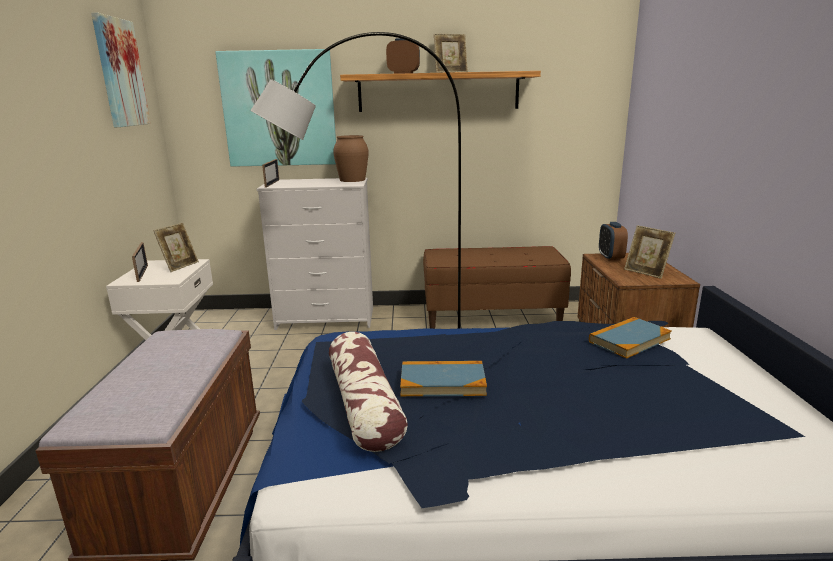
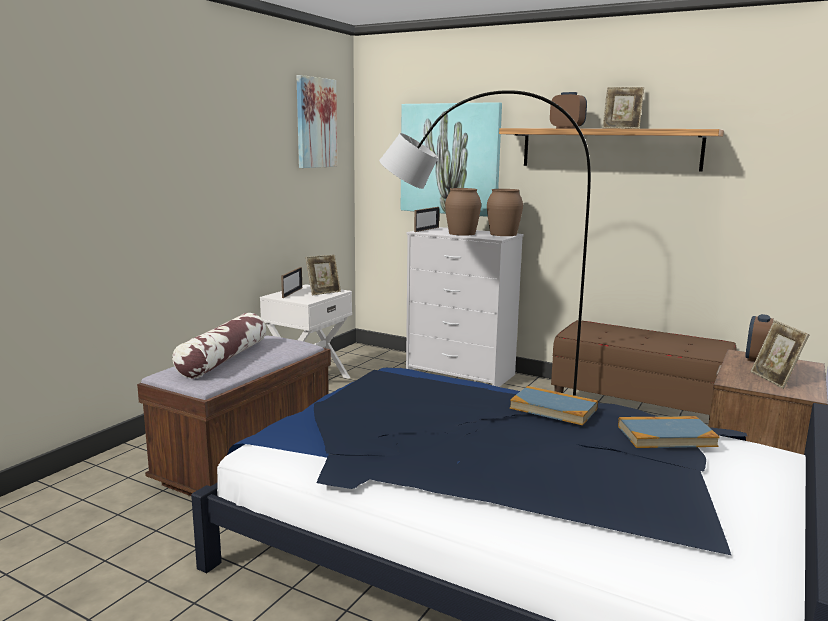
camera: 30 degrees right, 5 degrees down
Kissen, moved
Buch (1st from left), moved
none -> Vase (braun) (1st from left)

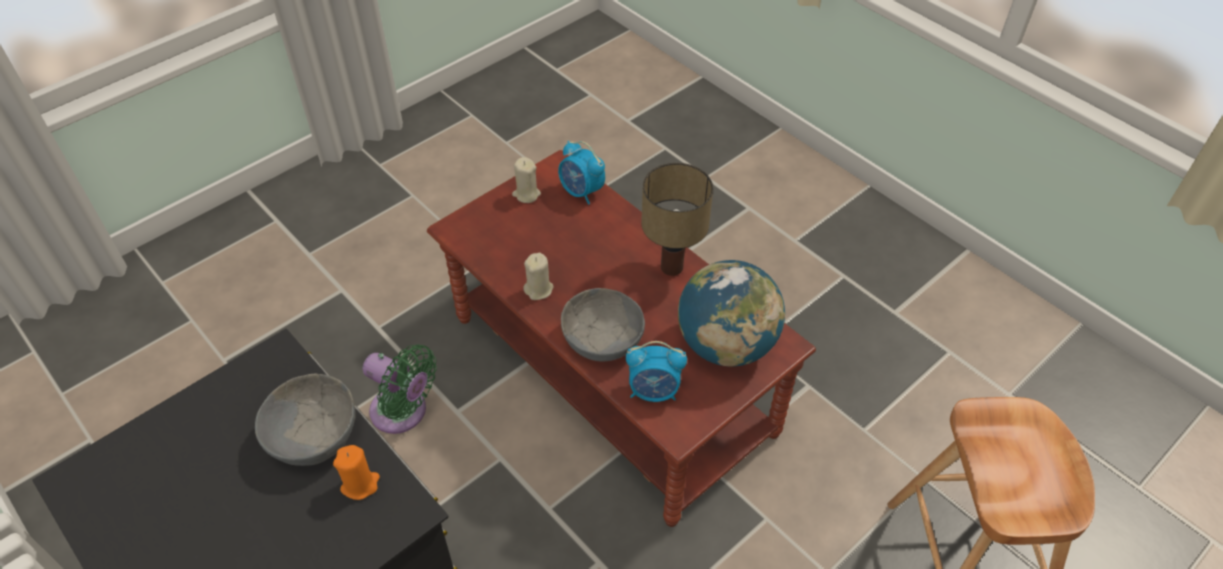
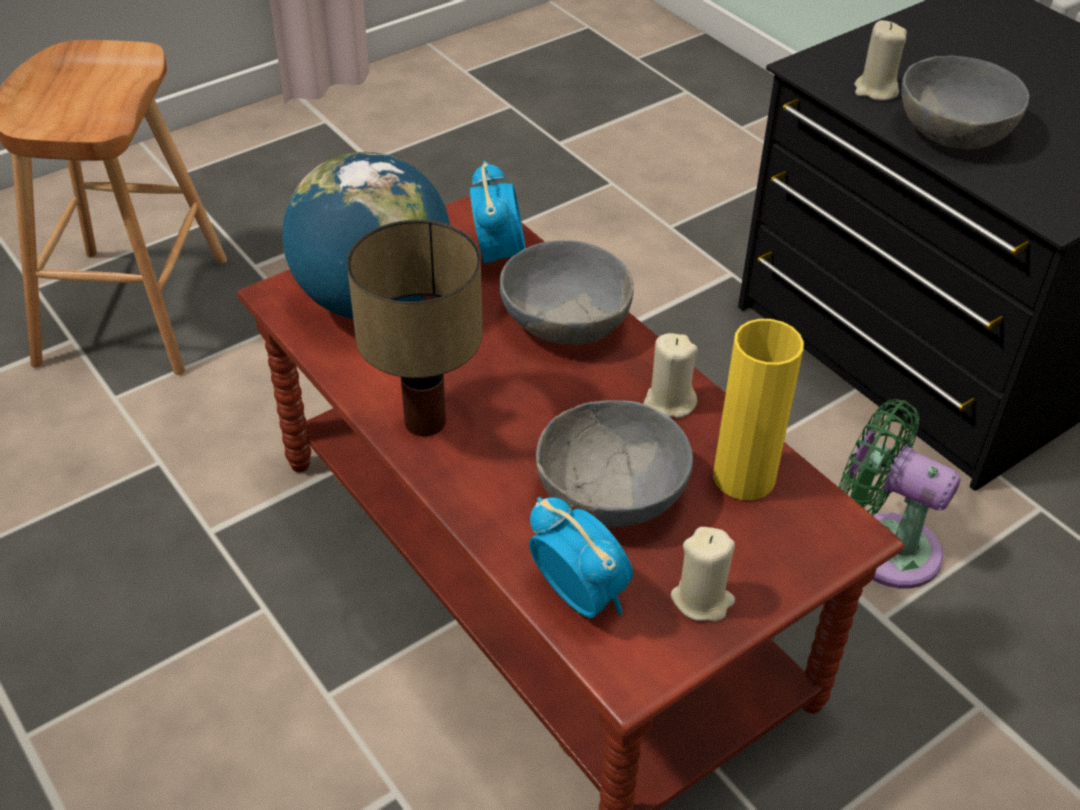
camera: 175 degrees left, 5 degrees down
Wecker (2nd from left in the first image) -> Wecker (1st from left), 75 degrees clockwise
Kerze (orange) -> Kerze (beige) (3rd from left)
none -> Vase (gelb)
none -> Schüssel (grau) (2nd from left)

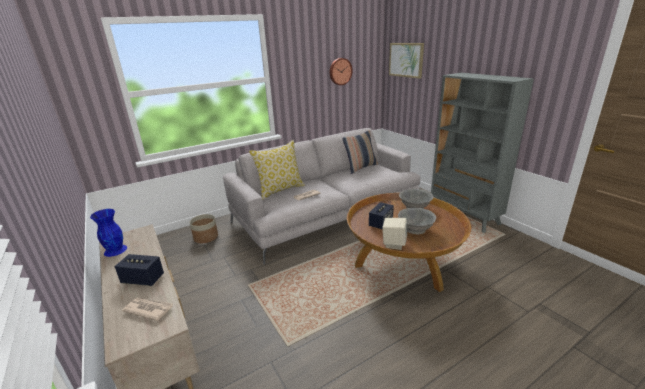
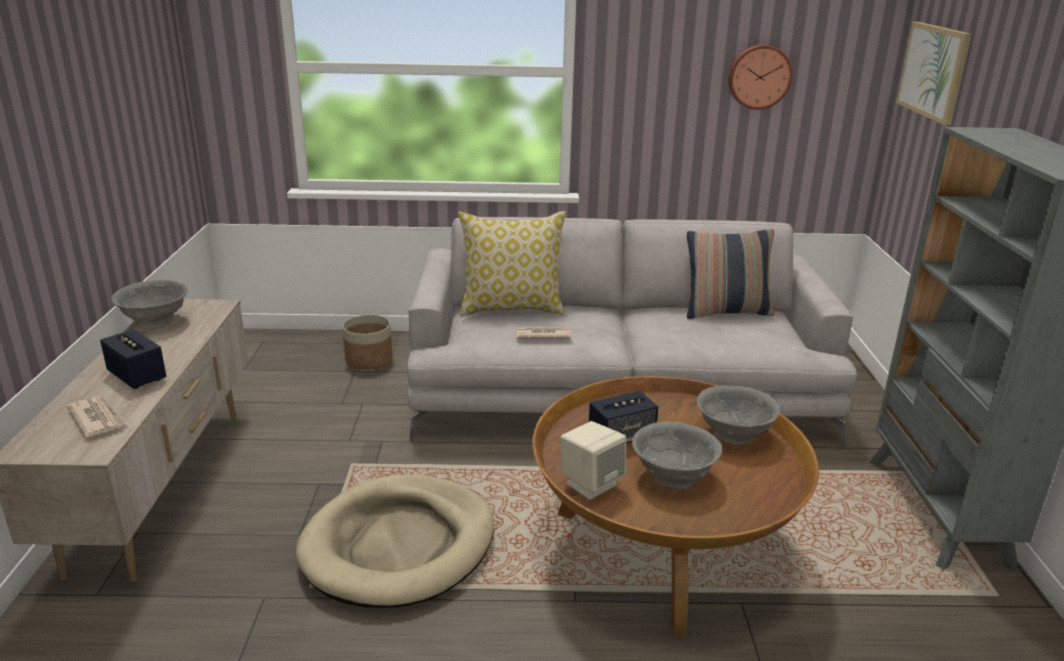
camera: 30 degrees right, 0 degrees up
Vase (blau) -> Schüssel (grau) (1st from left)
none -> Hundebett (beige)

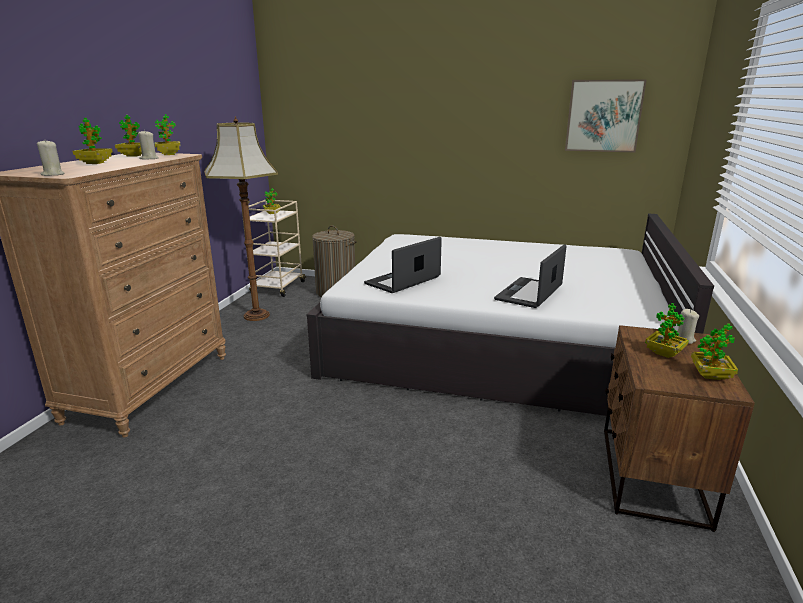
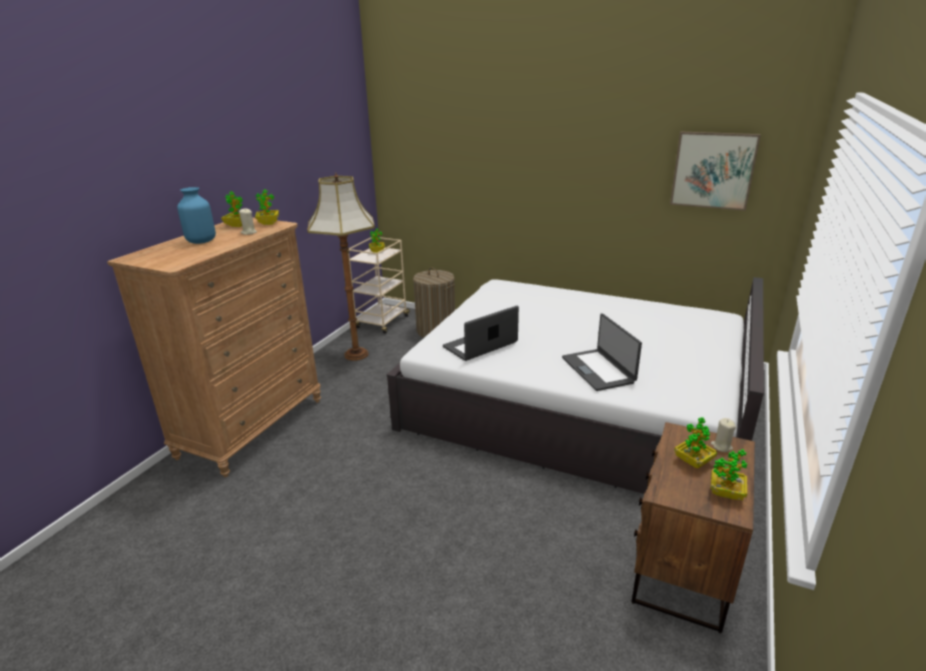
camera: 10 degrees right, 5 degrees up
Topfpflanze (1st from left) -> Vase (blau)
Kerze (beige) (1st from left) -> none
Laptop (2nd from left), 60 degrees counterclockwise

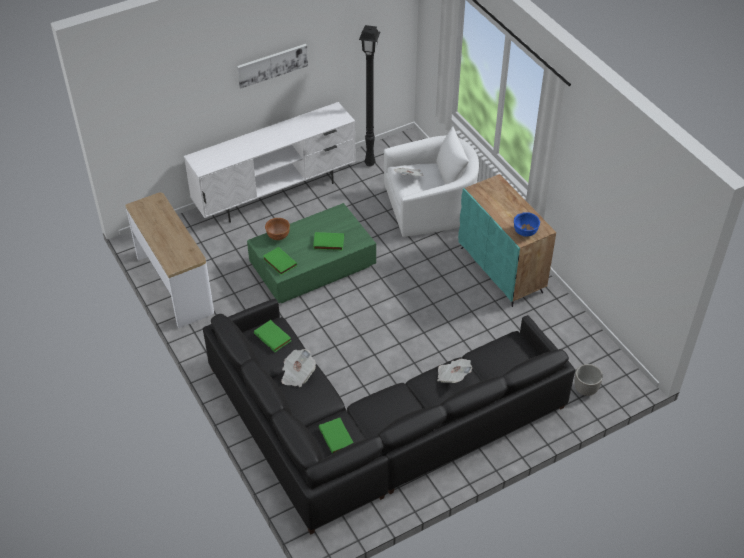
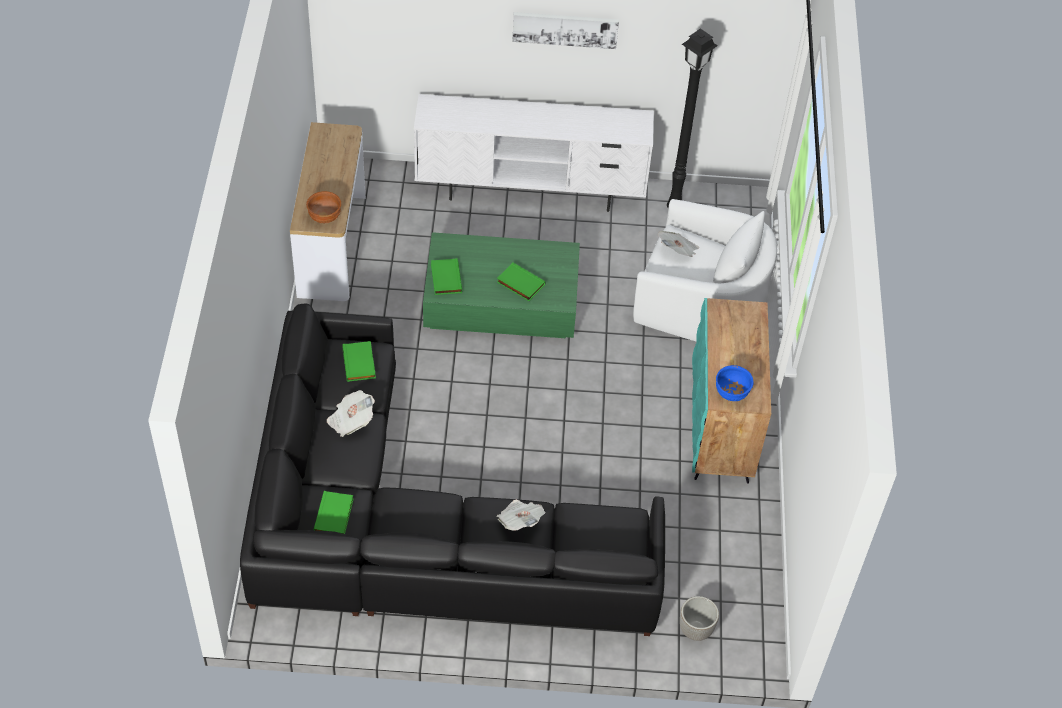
camera: 30 degrees right, 5 degrees up
Schüssel (braun), moved

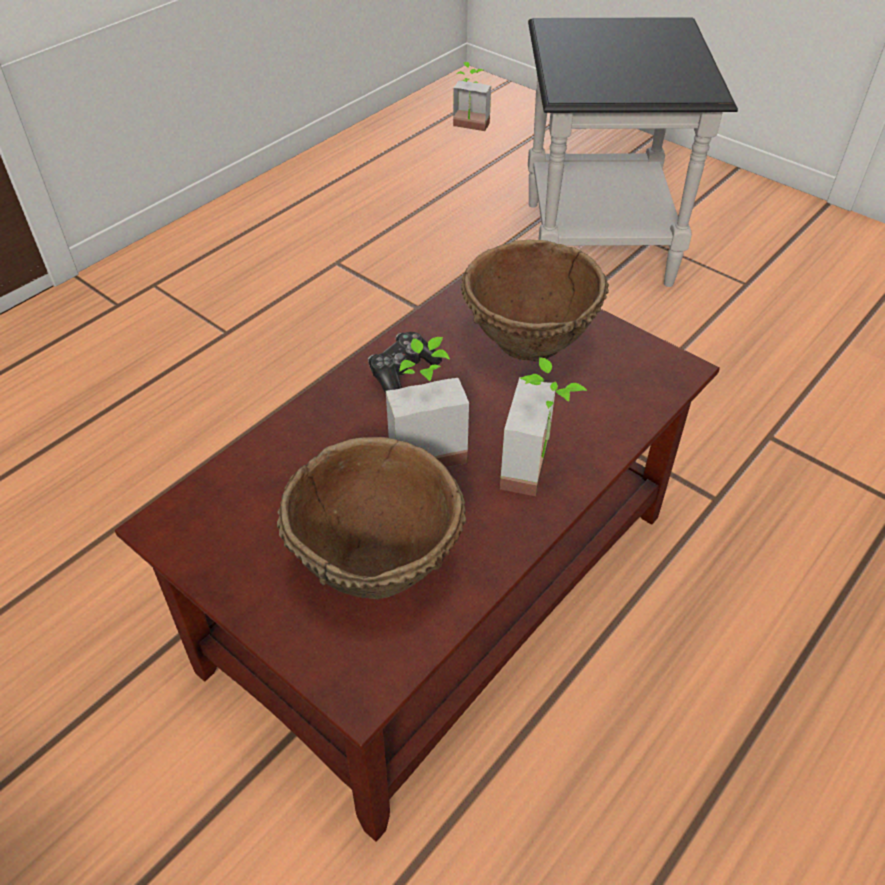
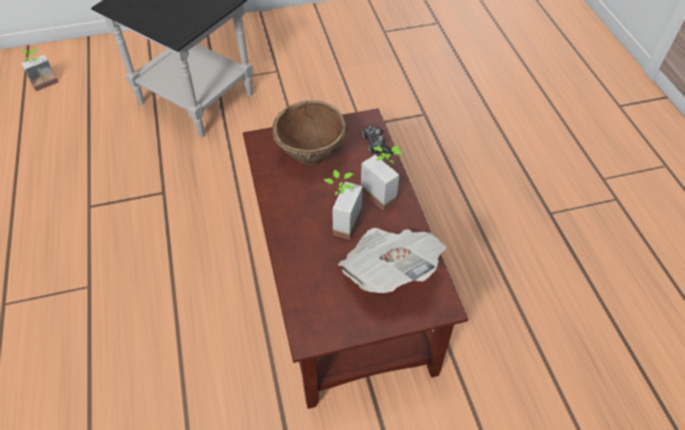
camera: 55 degrees left, 5 degrees up
Gamepad, moved
Schüssel (braun) (1st from left) -> Zeitung

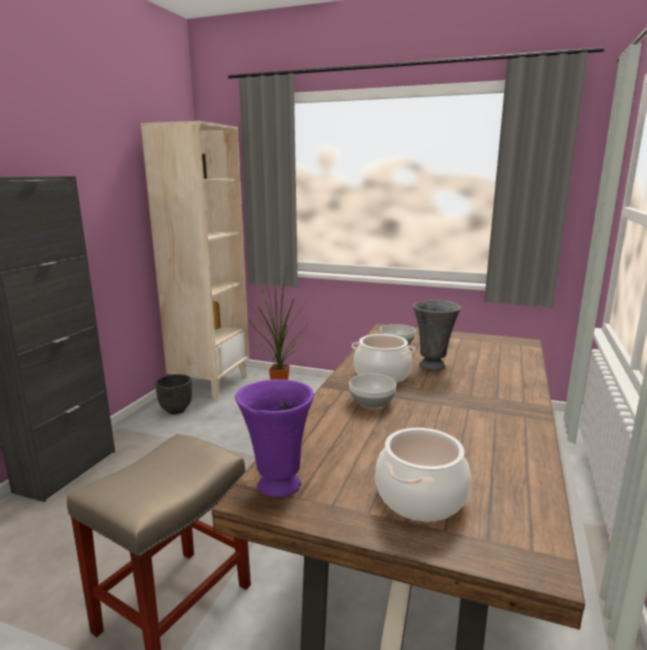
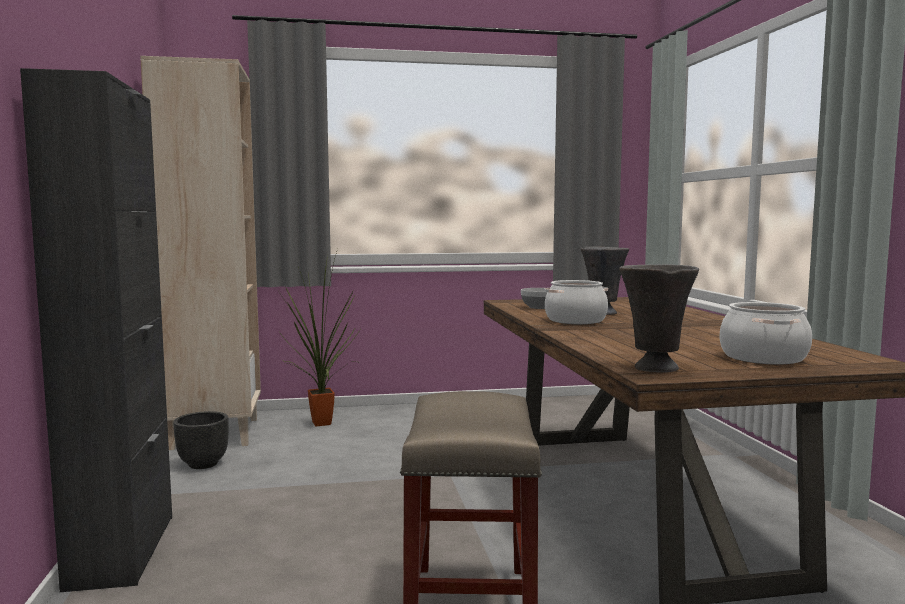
camera: 30 degrees left, 10 degrees down
Schüssel (1st from left) -> none
Vase (lila) -> Vase (grau) (2nd from left)

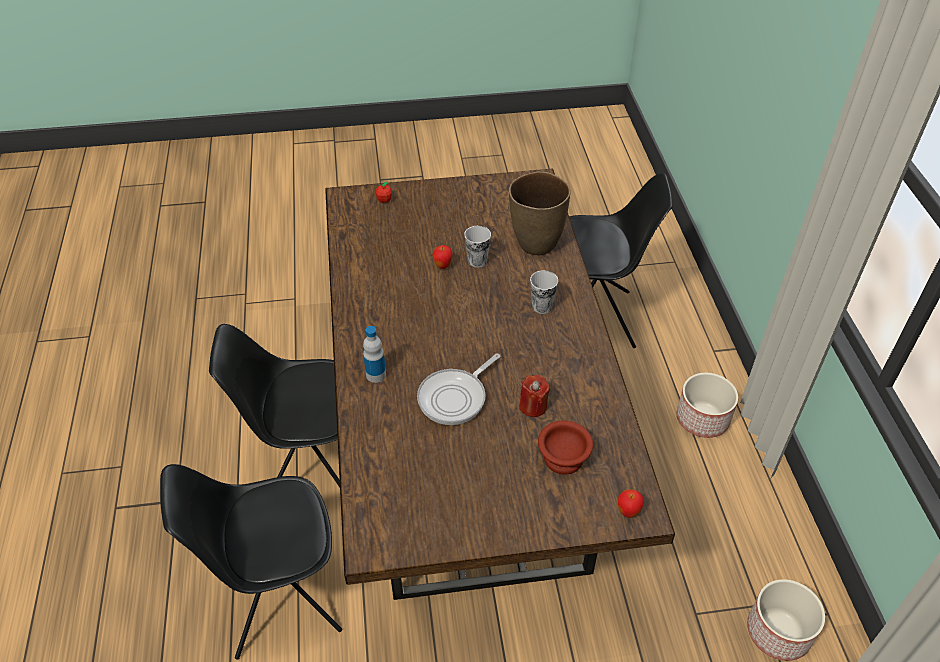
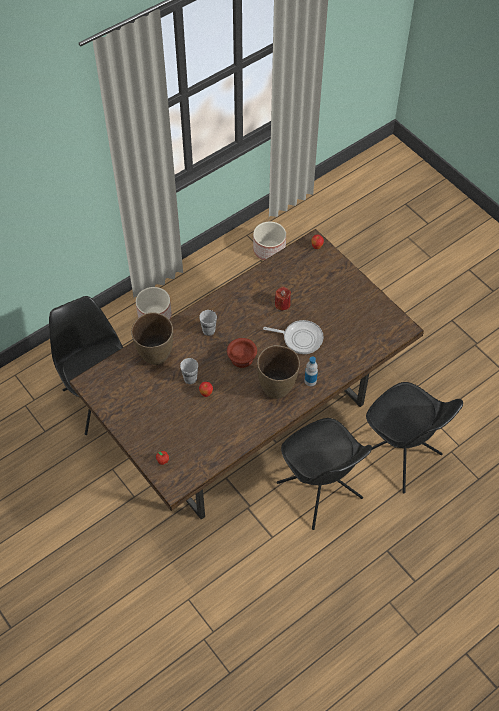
camera: 120 degrees left, 10 degrees up
Schüssel (braun), moved
none -> Vase (braun) (2nd from left)

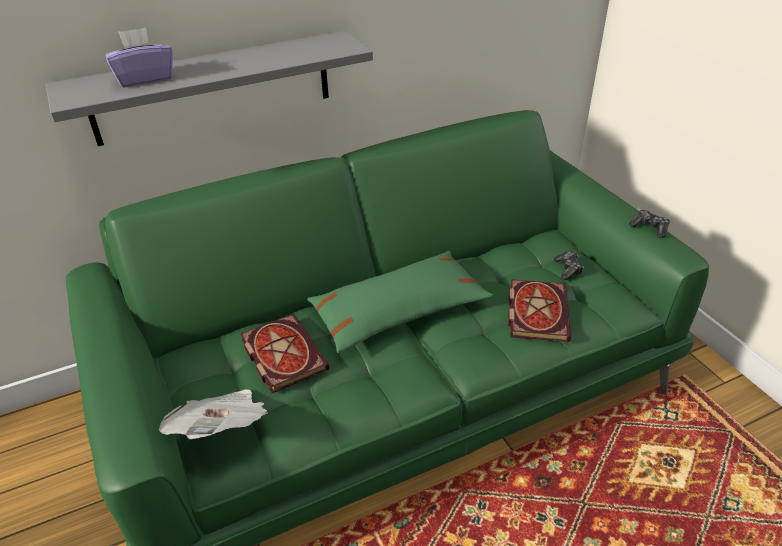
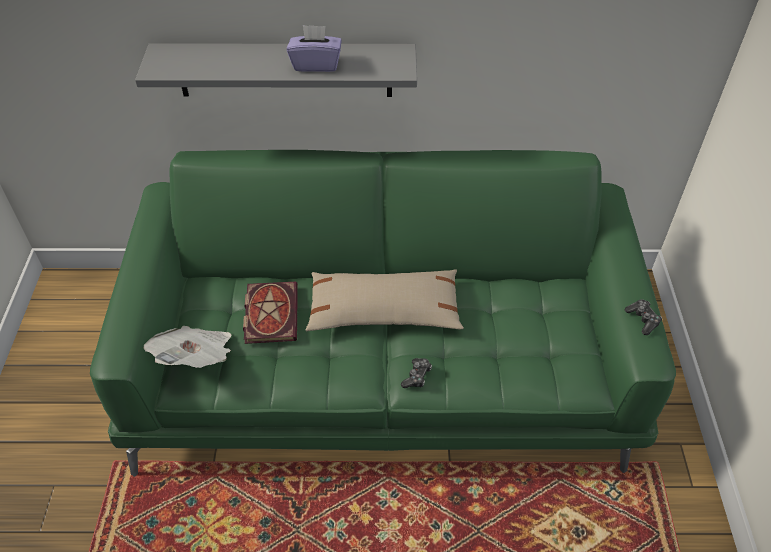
camera: 25 degrees right, 10 degrees up
Taschentuchbox (lila), moved
Kissen (grün) -> Kissen (beige)
Gamepad (1st from left), moved
Buch (2nd from left) -> none

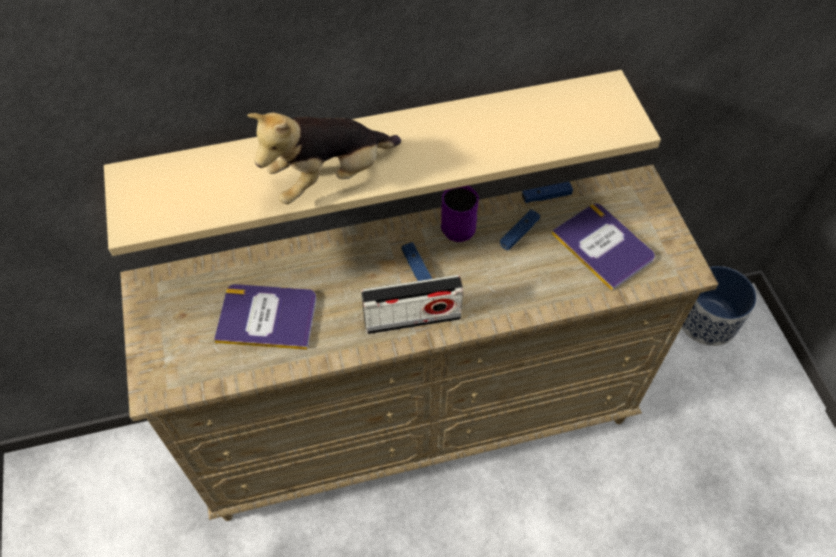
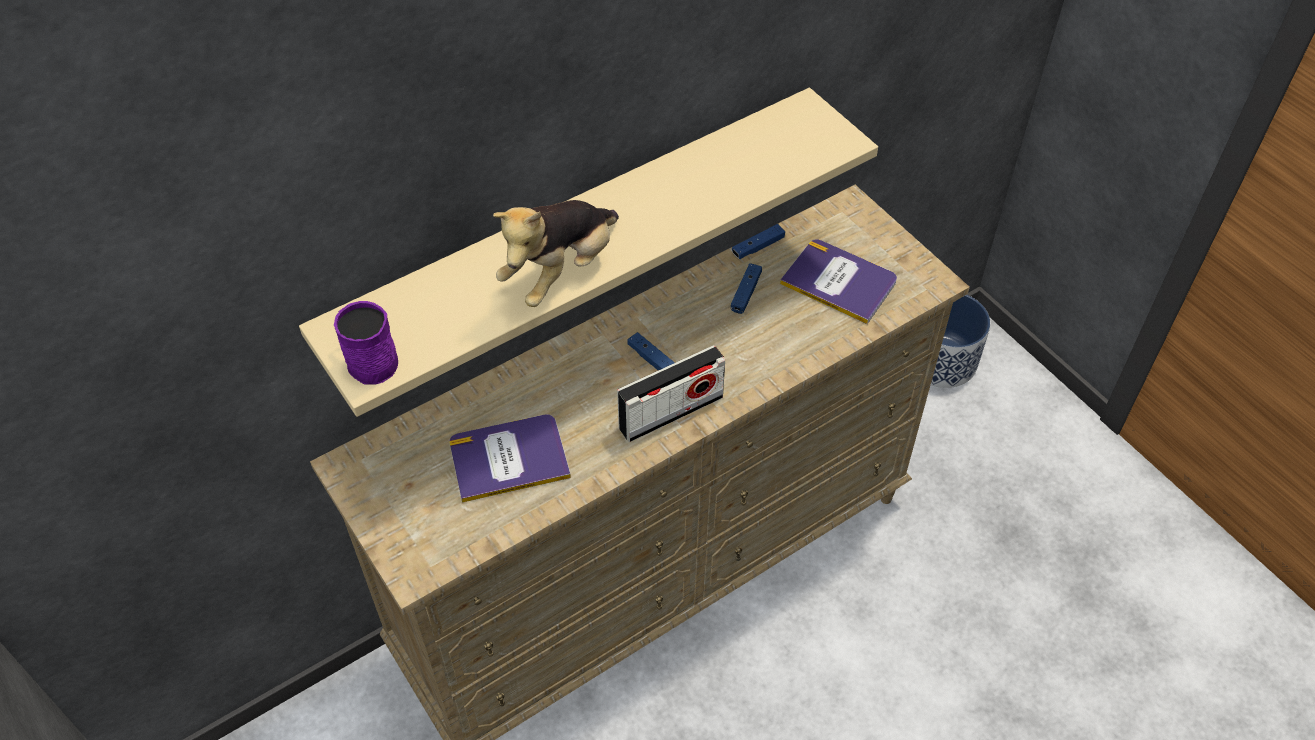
camera: 20 degrees left, 5 degrees down
Henkelbecher (lila), moved

